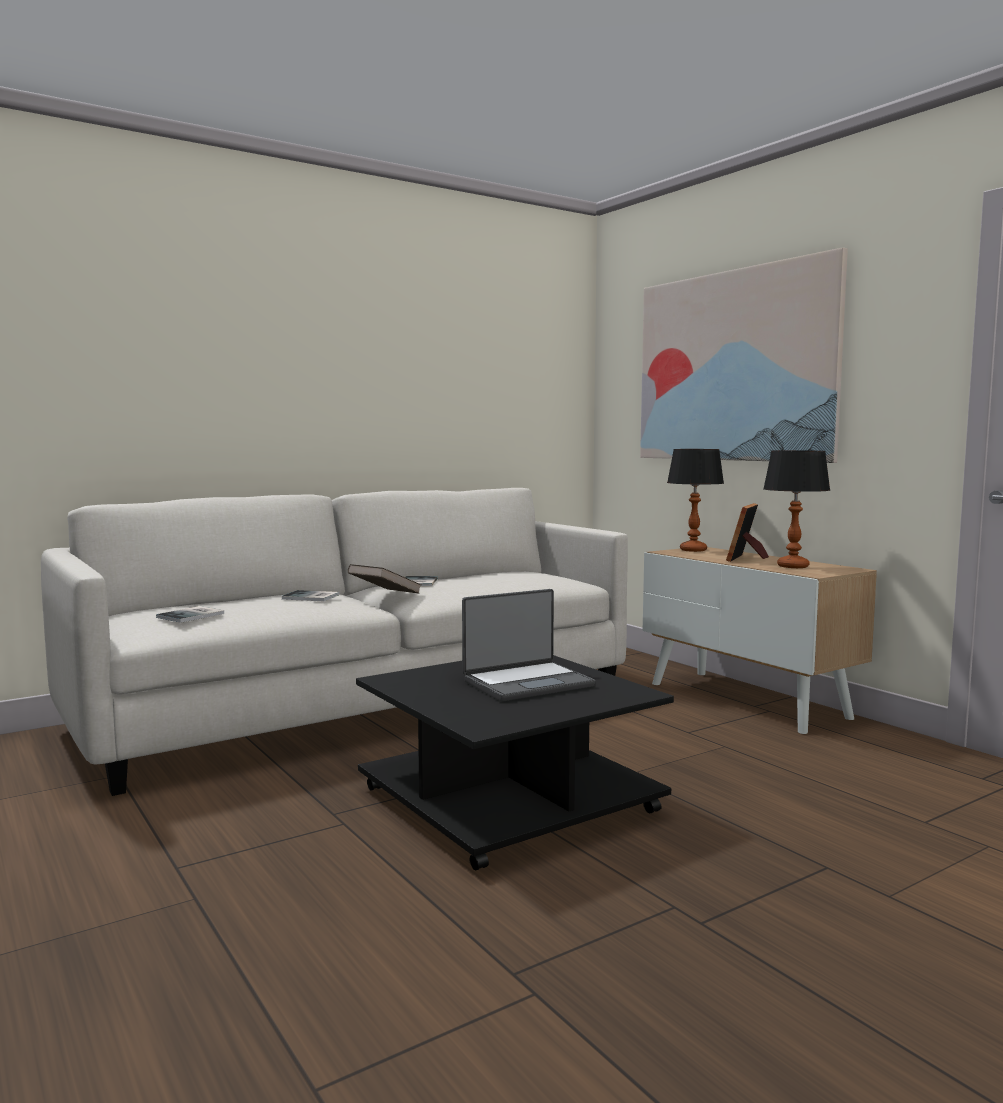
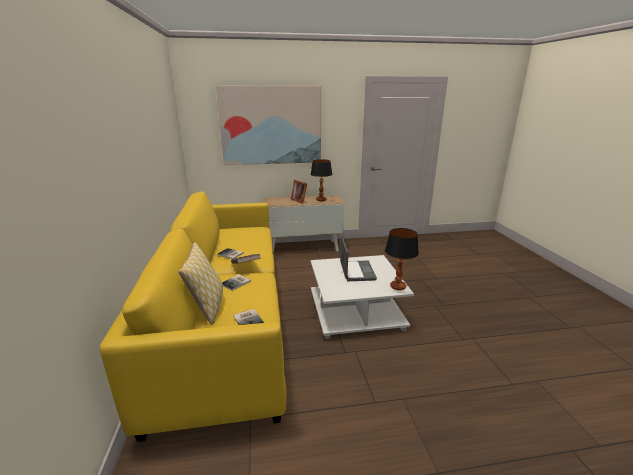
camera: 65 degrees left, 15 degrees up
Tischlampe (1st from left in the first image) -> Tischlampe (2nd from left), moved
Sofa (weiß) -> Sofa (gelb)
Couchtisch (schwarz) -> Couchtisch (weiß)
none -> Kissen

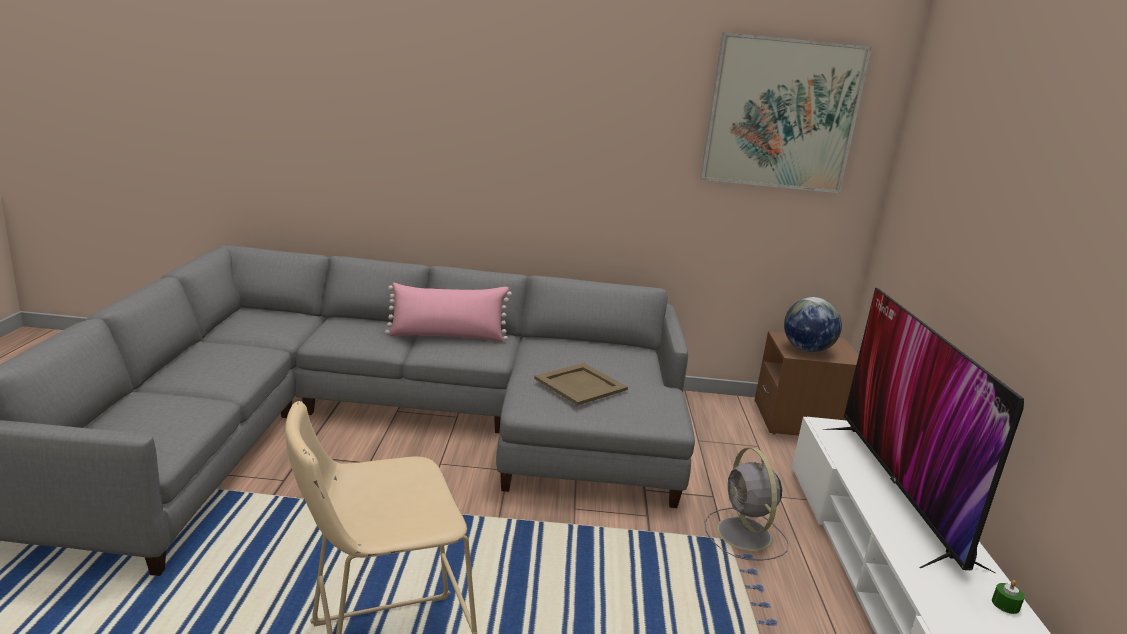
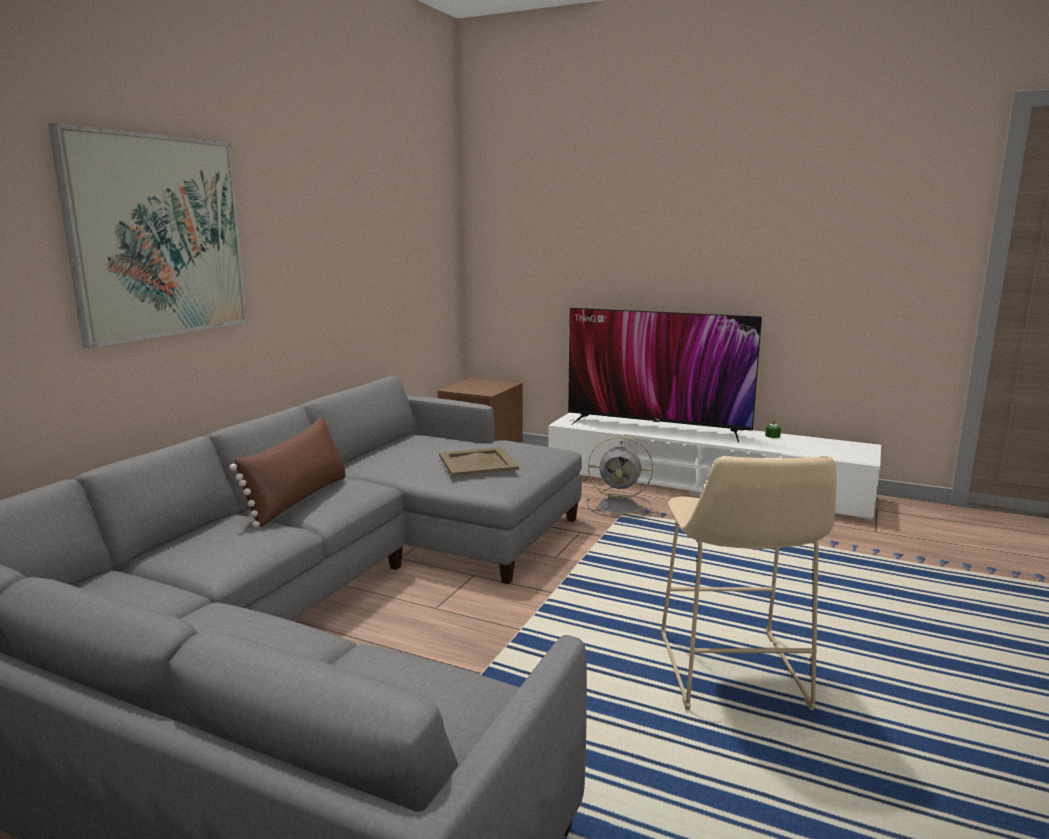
camera: 65 degrees left, 5 degrees down
Bild, moved
Kissen (rosa) -> Kissen (braun)
Globus -> none

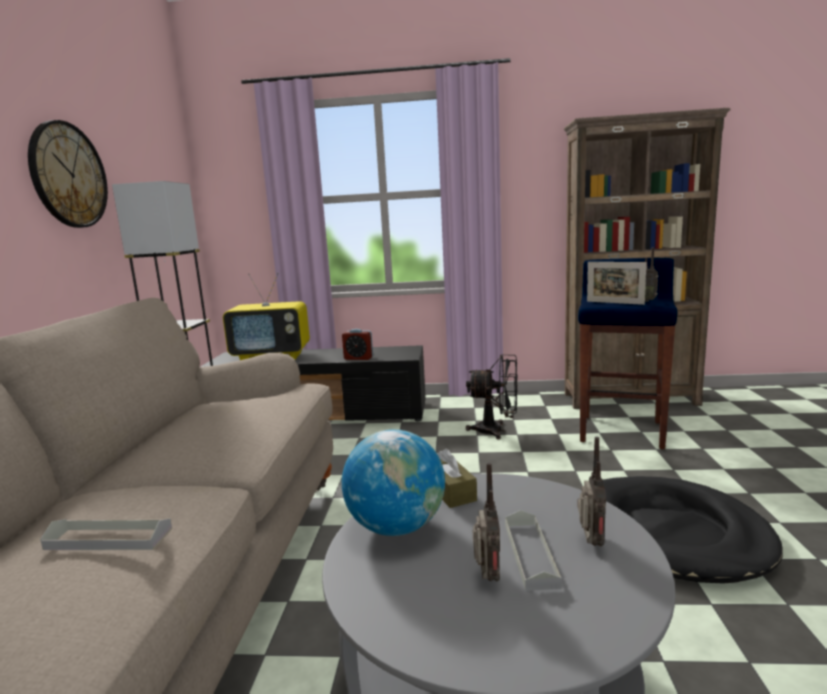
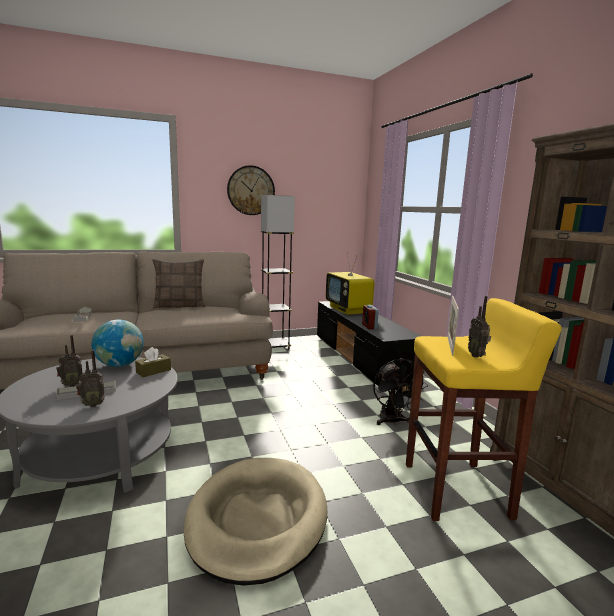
camera: 65 degrees right, 0 degrees up
Hocker (blau) -> Hocker (gelb)
Hundebett (schwarz) -> Hundebett (beige)
none -> Kissen

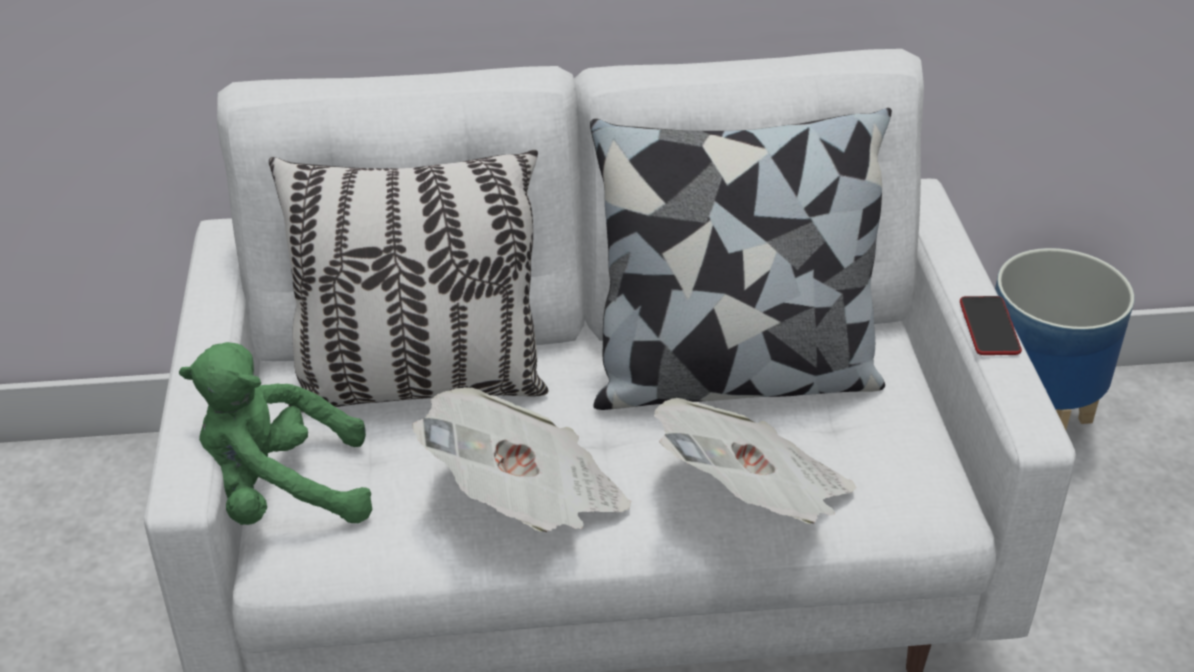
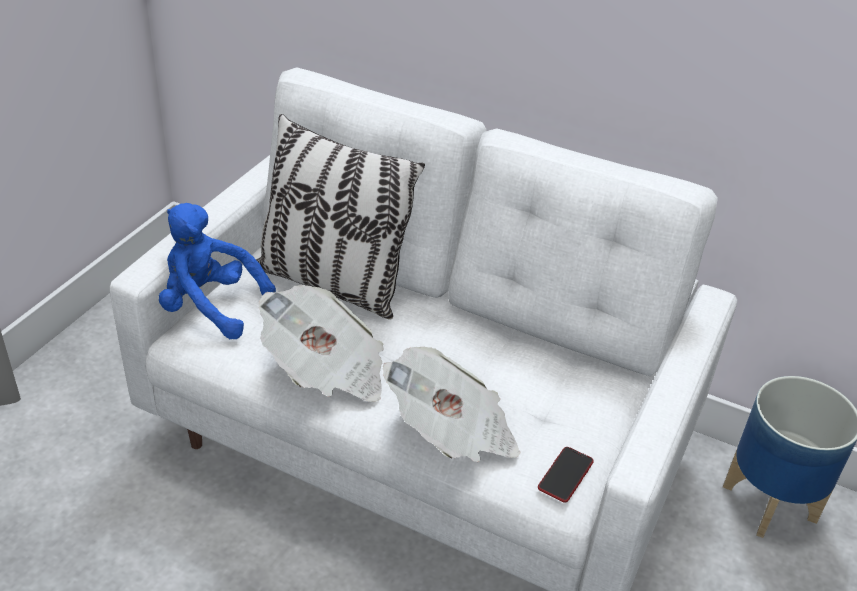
camera: 30 degrees right, 0 degrees up
Kissen (2nd from left) -> none
Handy, moved
Plüschtier (grün) -> Plüschtier (blau)

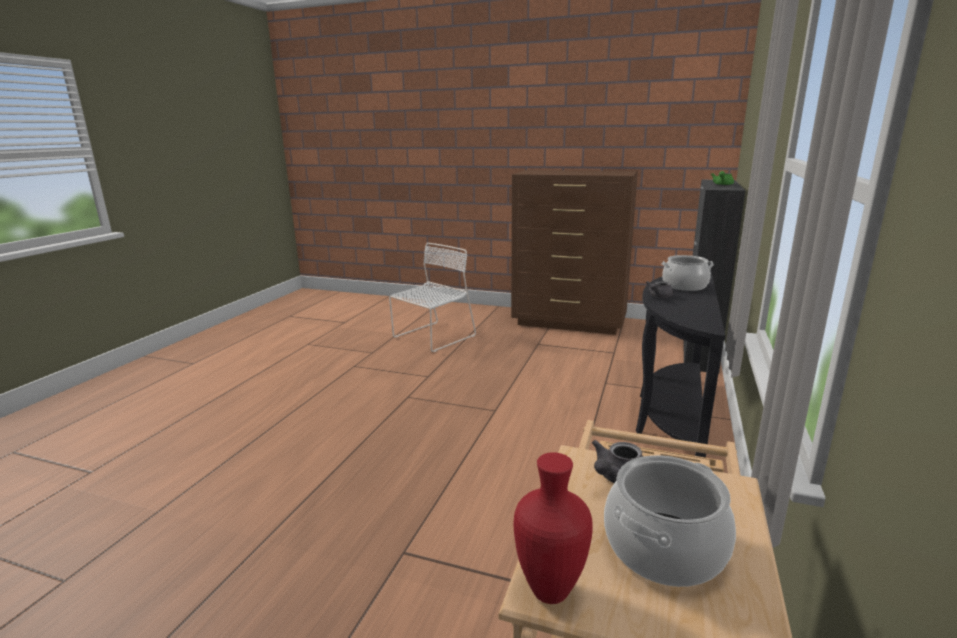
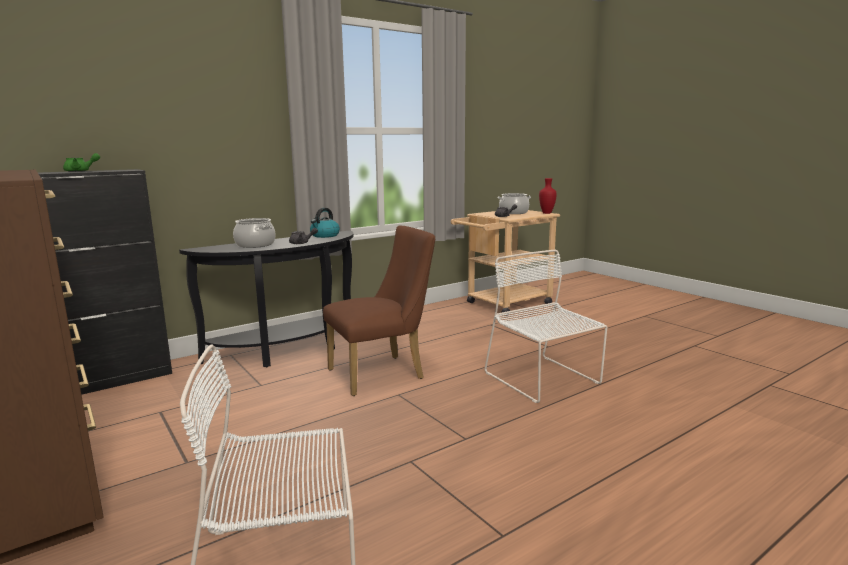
camera: 145 degrees left, 5 degrees down
none -> Wasserkessel
none -> Stuhl (braun)
none -> Stuhl (weiß) (2nd from left)

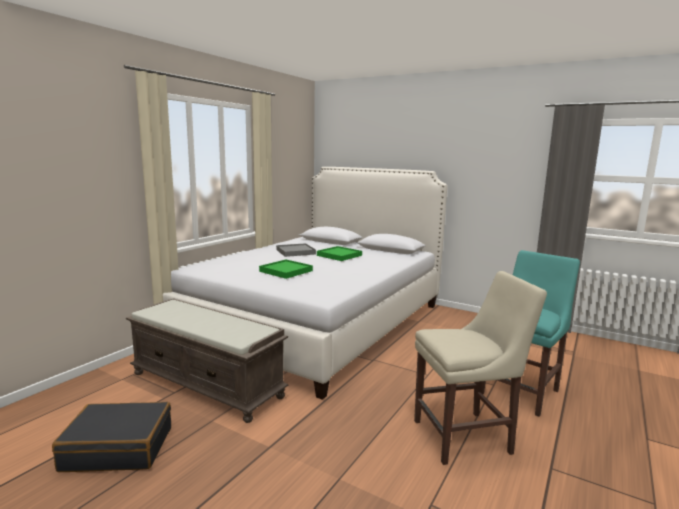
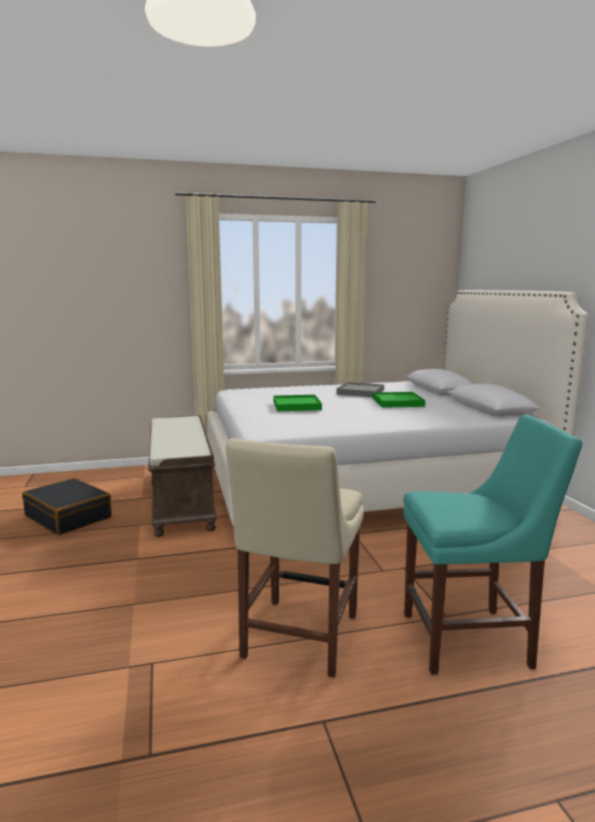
camera: 45 degrees right, 0 degrees up
Stuhl (beige), 75 degrees clockwise

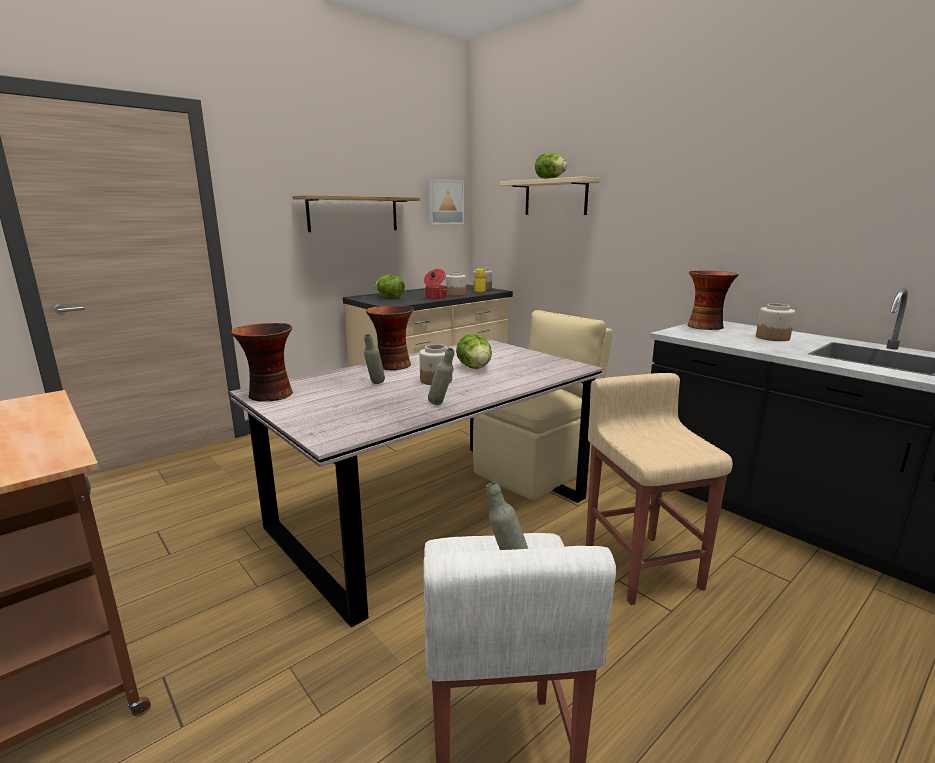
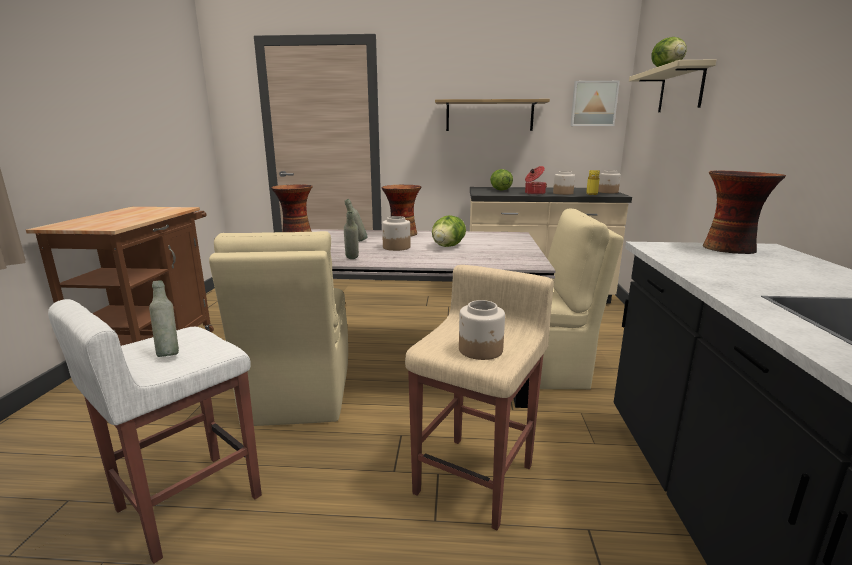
camera: 45 degrees right, 0 degrees up
Vorratsglas (4th from left in the first image) -> Vorratsglas (2nd from left), moved
none -> Stuhl (beige) (1st from left)

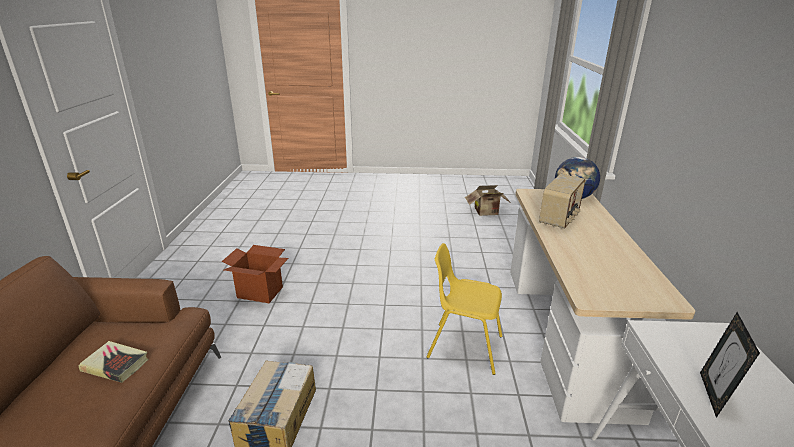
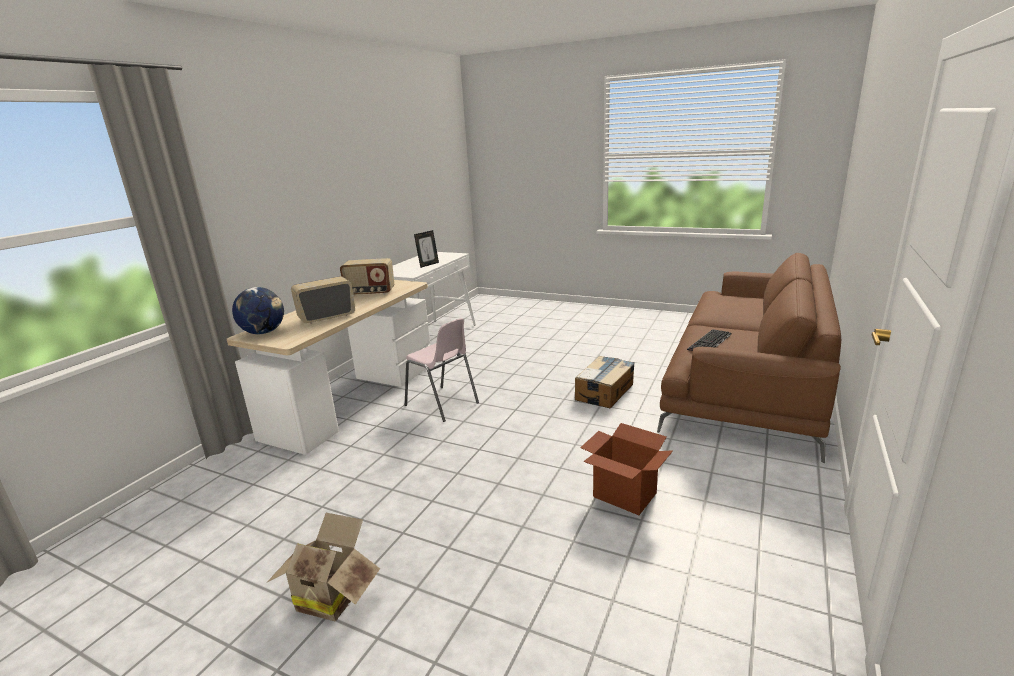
camera: 155 degrees left, 5 degrees down
Karton (3rd from left in the first image) -> Karton (1st from left), moved
Stuhl (gelb) -> Stuhl (rosa)
Buch -> Tastatur
none -> Radio (2nd from left)

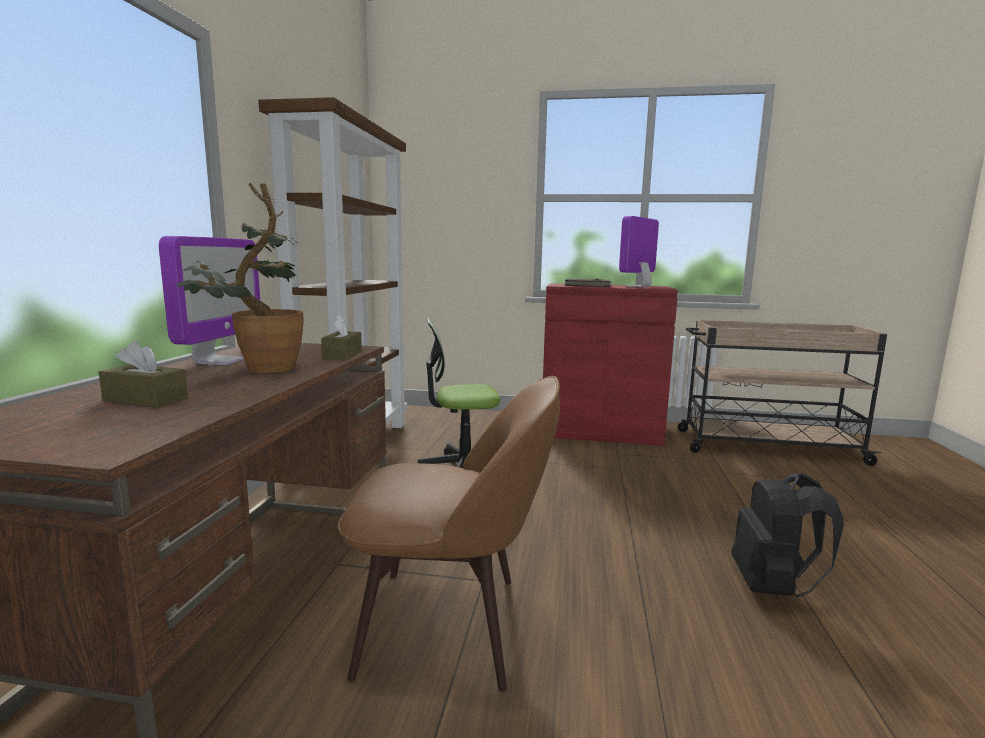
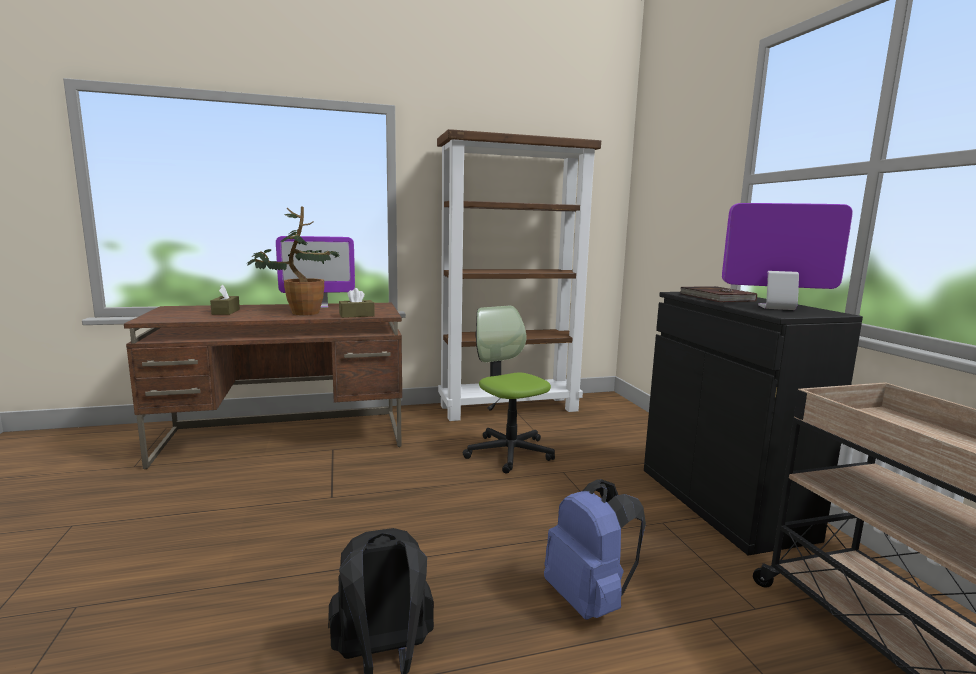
camera: 65 degrees right, 0 degrees up
Schrank (rot) -> Schrank (schwarz)
Stuhl (braun) -> none
none -> Rucksack (blau)

